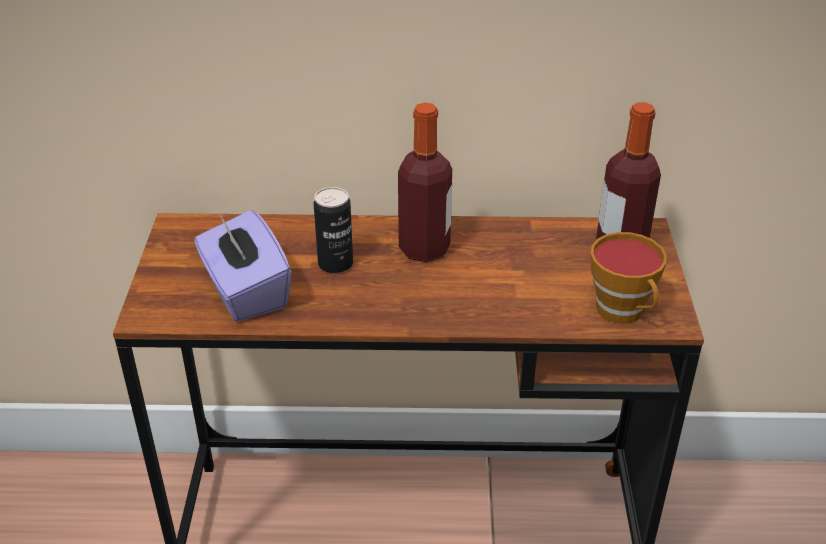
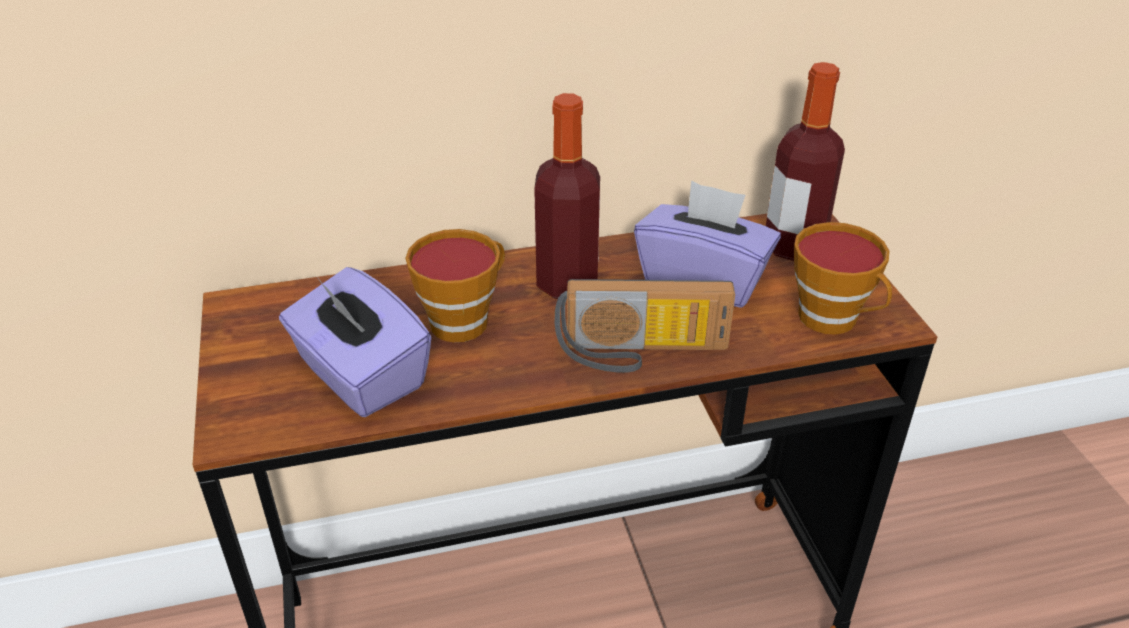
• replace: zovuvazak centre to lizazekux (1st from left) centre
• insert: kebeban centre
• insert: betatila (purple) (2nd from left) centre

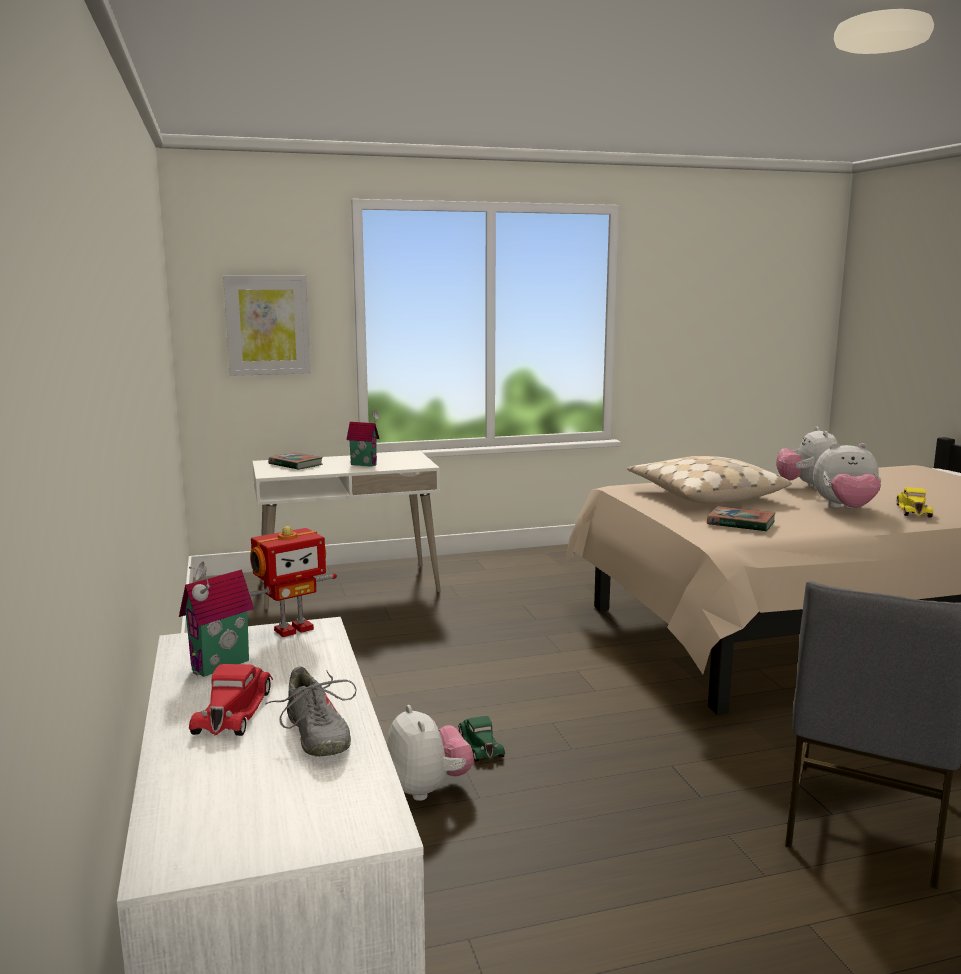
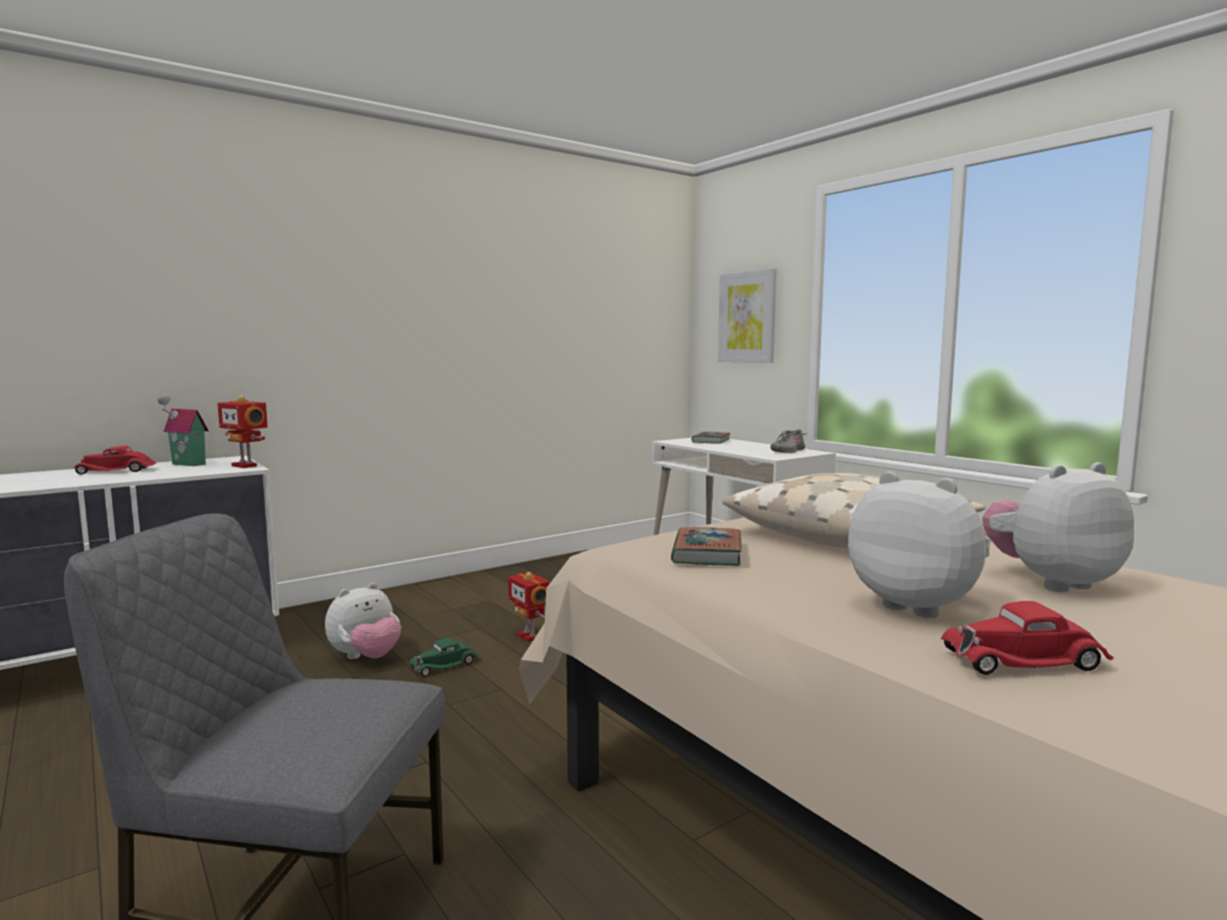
• move: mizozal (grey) bottom left to centre
• delete: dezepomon (2nd from left) centre
• rotate: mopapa (3rd from left in the first image) middle right = middle right 150 degrees clockwise
• recolor: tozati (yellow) middle right to tozati (red) (2nd from left) bottom right
• insert: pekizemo (2nd from left) centre

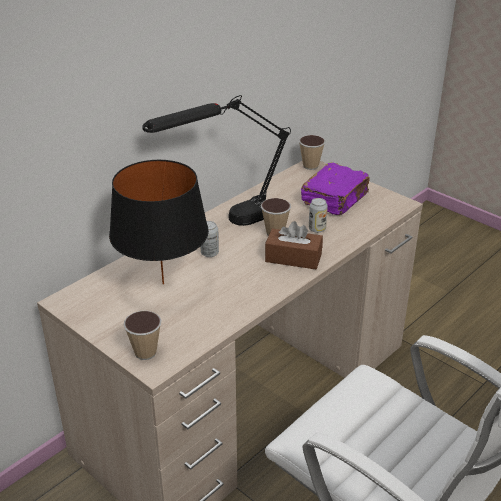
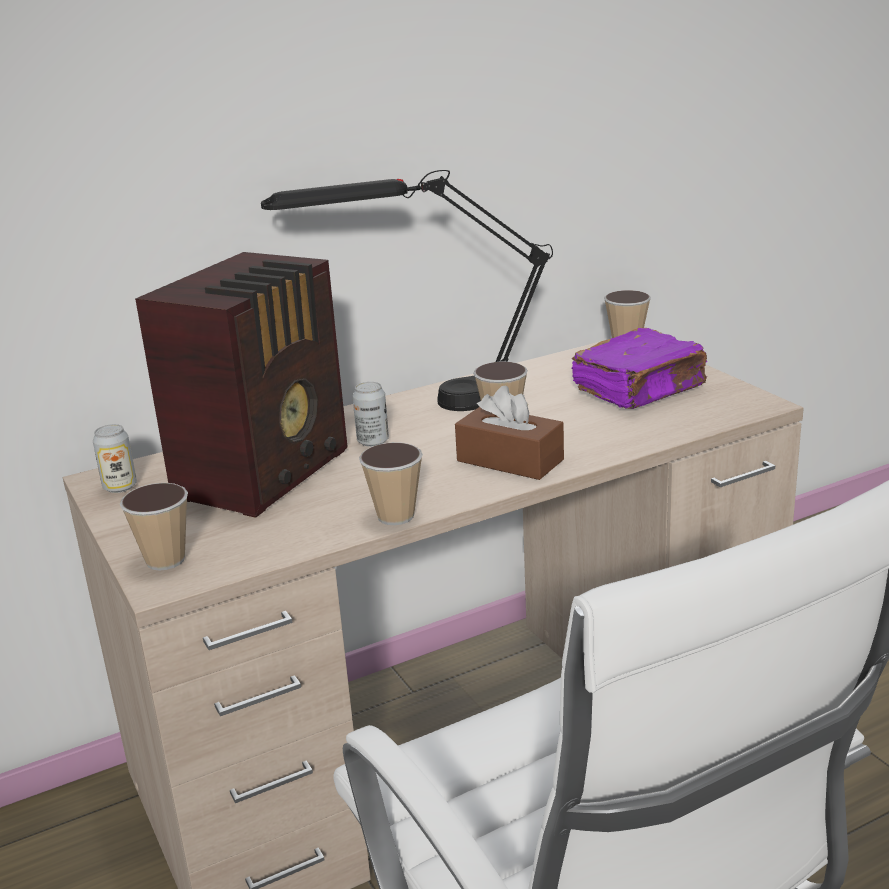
• replace: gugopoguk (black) (1st from left) middle left to kebeban middle left
• move: zovuvazak (2nd from left in the first image) centre to zovuvazak (1st from left) middle left
• insert: lizazekux (2nd from left) centre

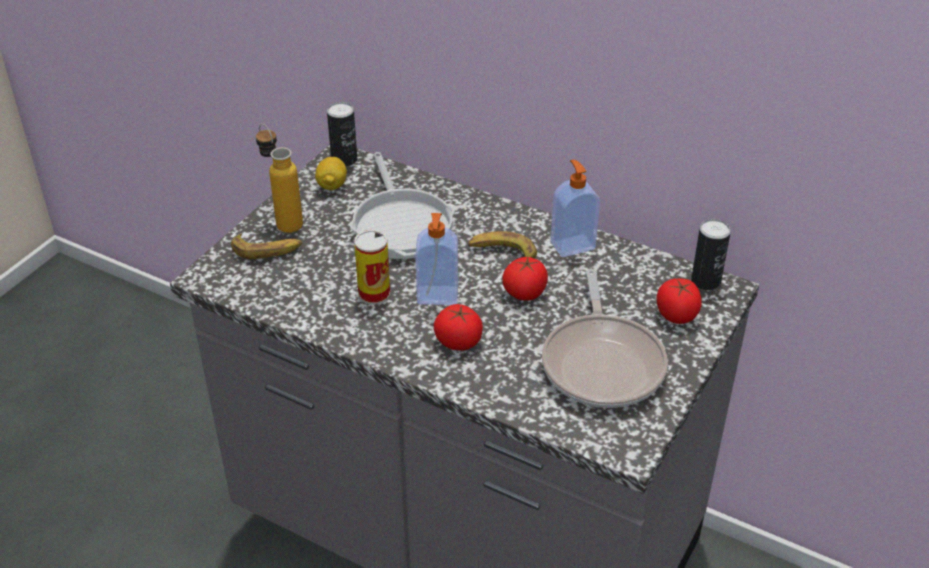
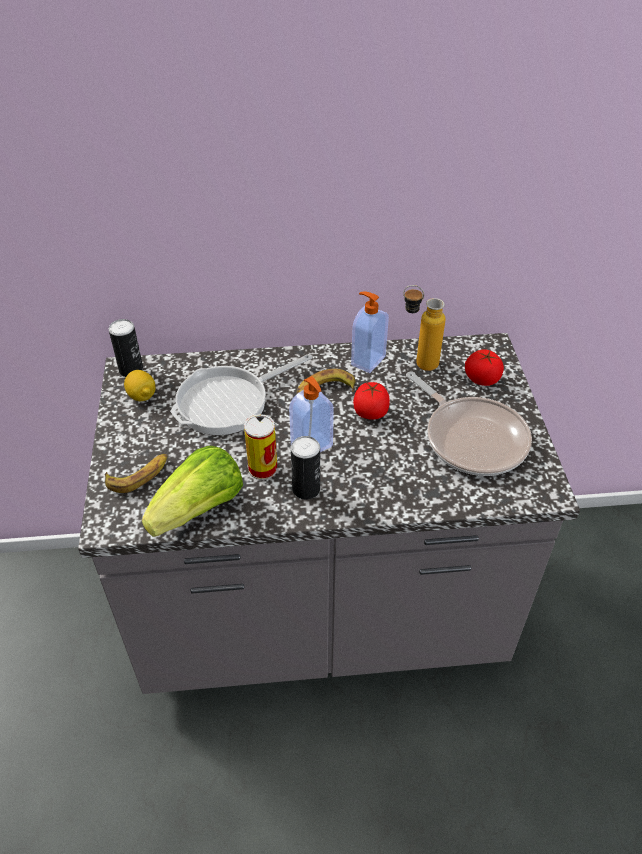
• move: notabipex top left to centre
• rotate: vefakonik (1st from left) centre = centre 105 degrees clockwise
• delete: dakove (1st from left) centre
• move: zovuvazak (3rd from left) middle right to centre
• insert: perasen middle left

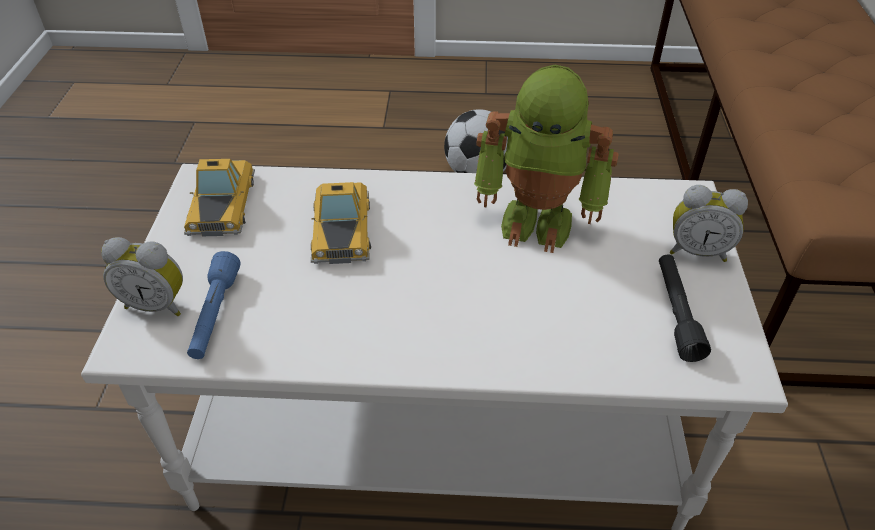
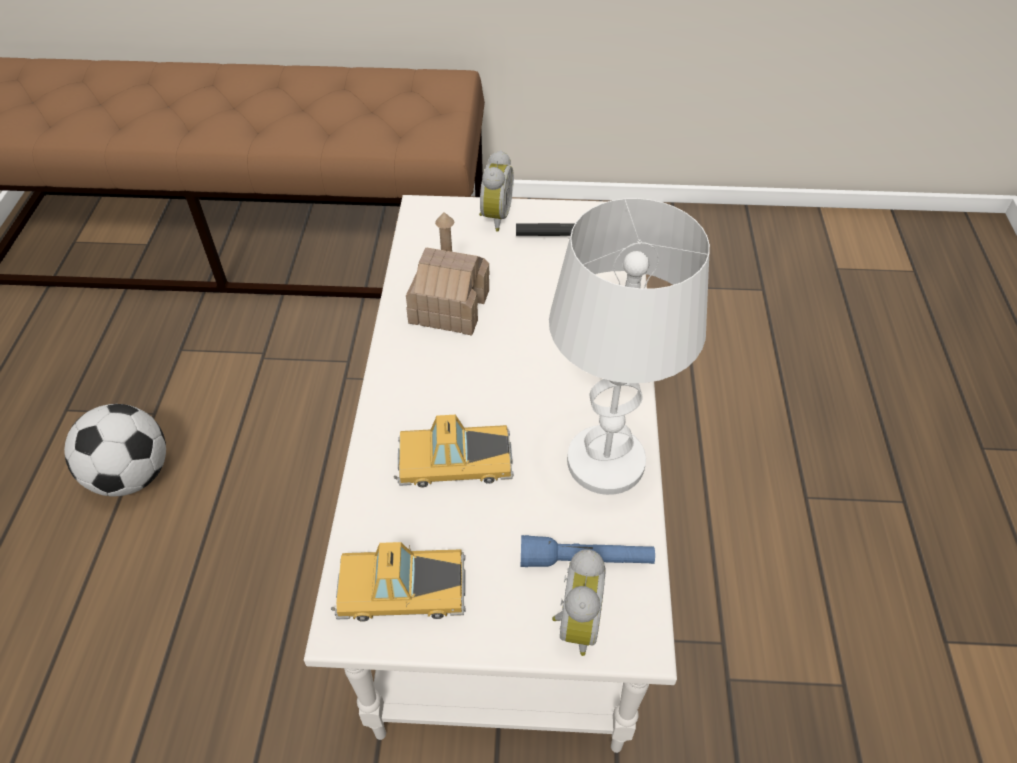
• replace: pekizemo top centre to dezepomon centre
• insert: gugopoguk (white) centre

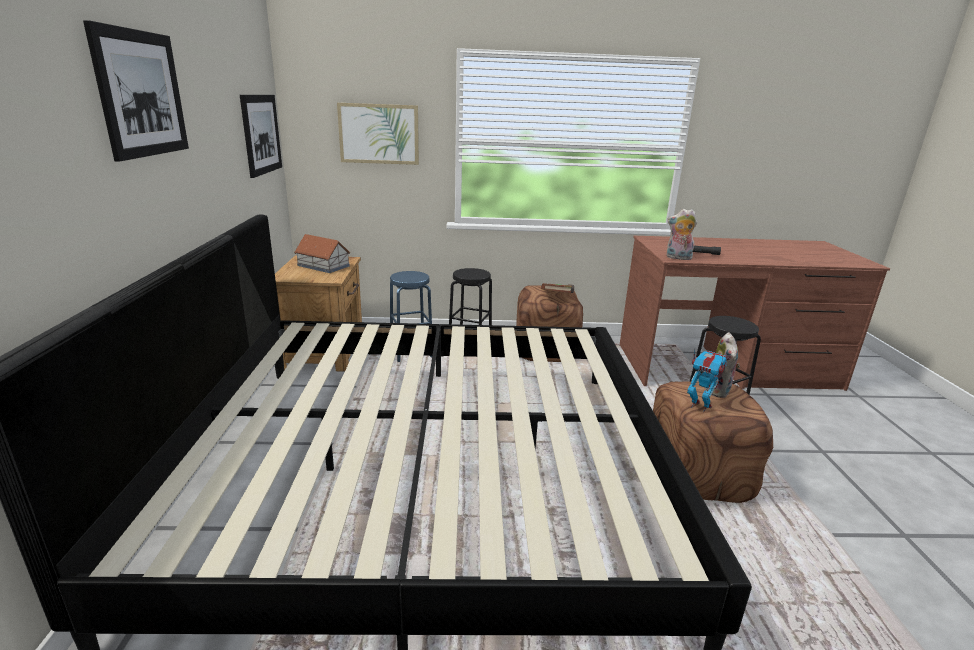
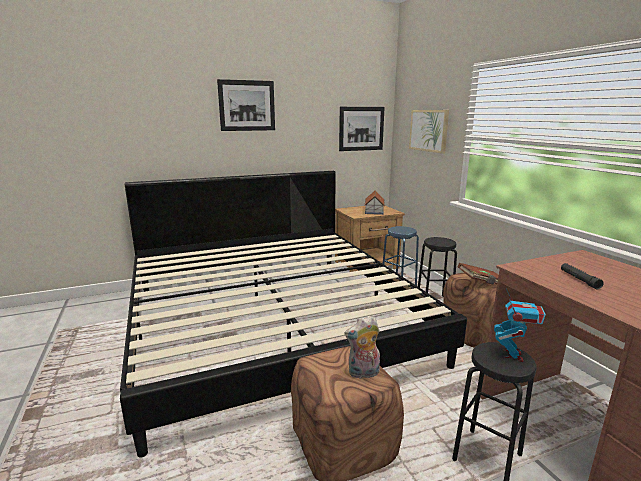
• delete: mopapa (1st from left) middle right
• move: pekizemo middle right to bottom right

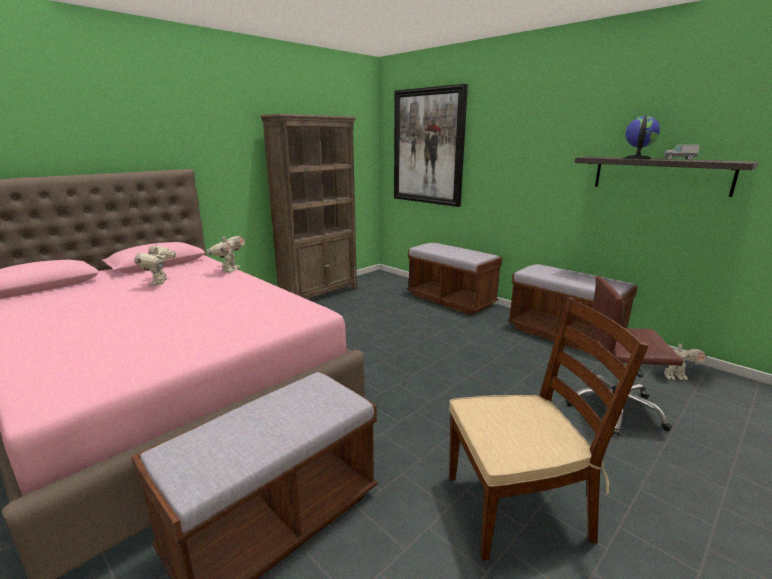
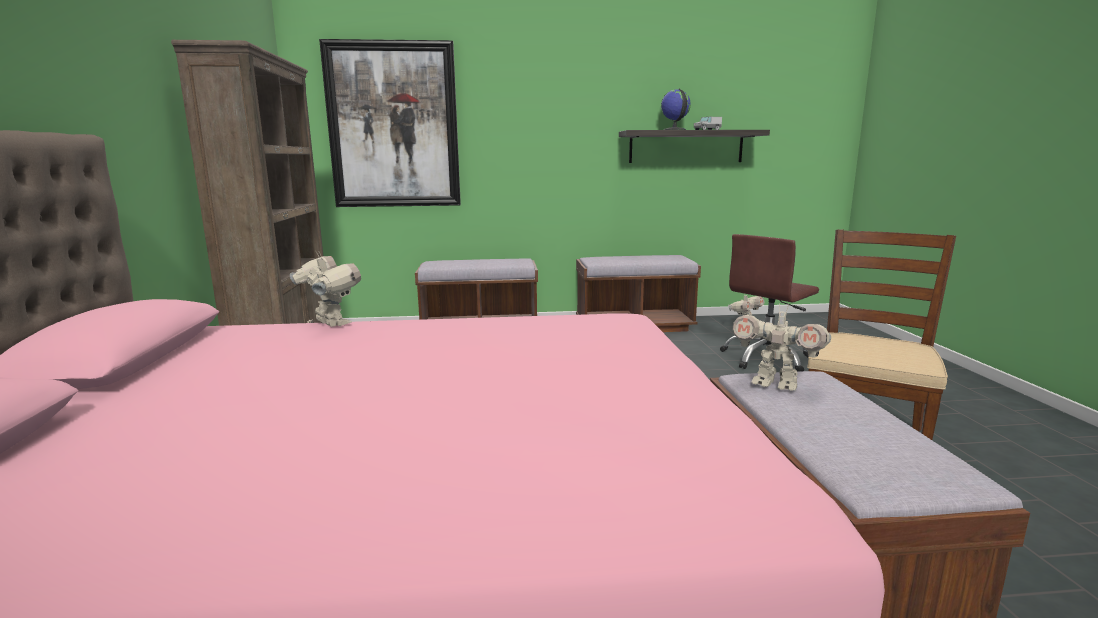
• move: pekizemo (1st from left in the first image) middle left to pekizemo (3rd from left) middle right

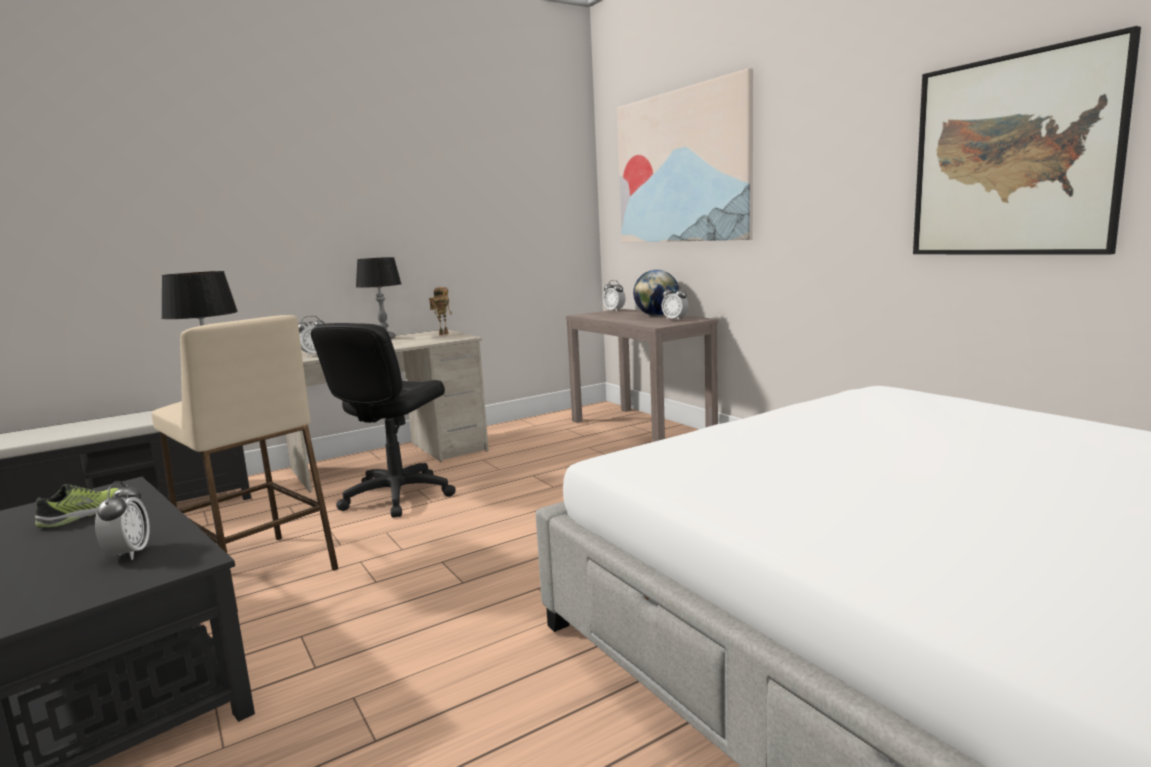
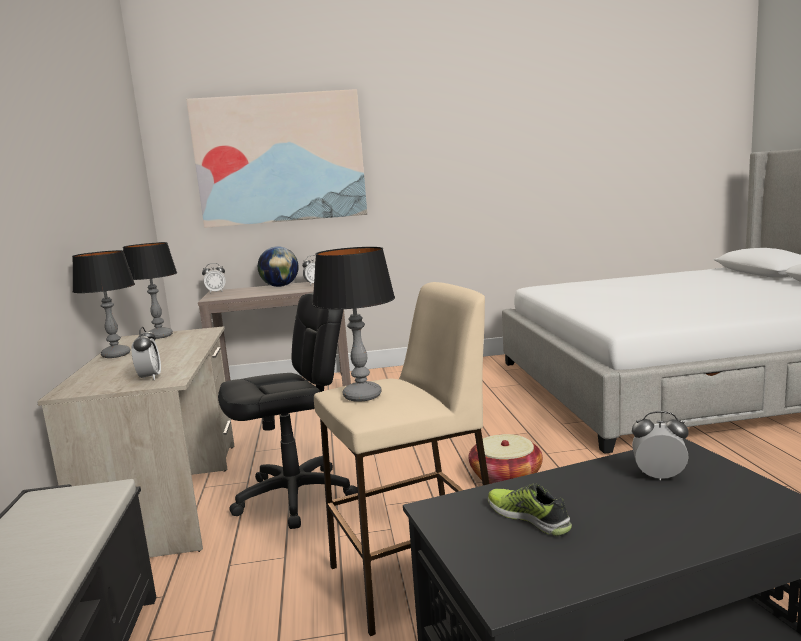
• rotate: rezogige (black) middle left = centre 75 degrees counterclockwise
• replace: pekizemo centre to gugopoguk (2nd from left) middle left
• delete: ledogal (2nd from left) top right
• insert: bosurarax bottom centre

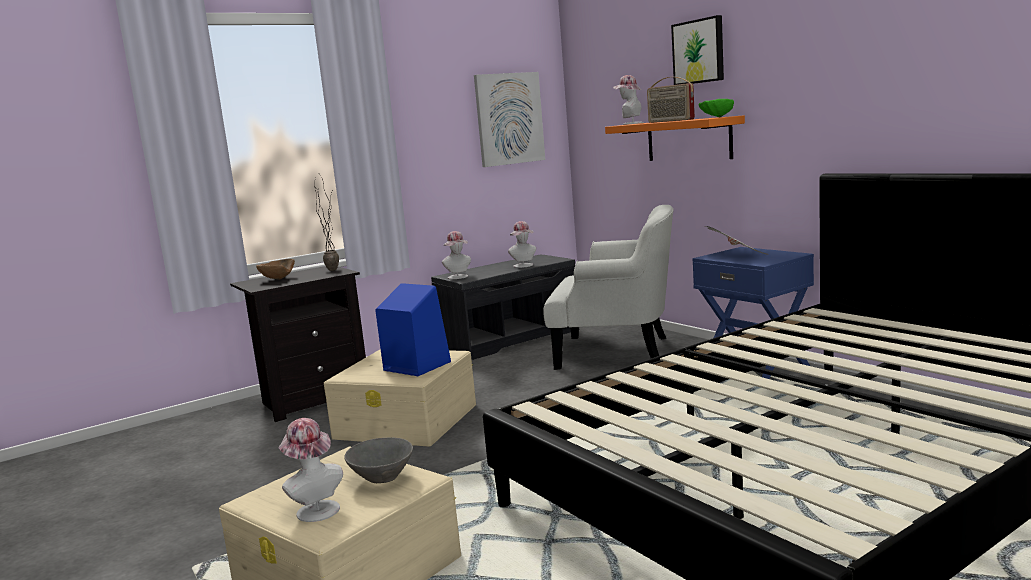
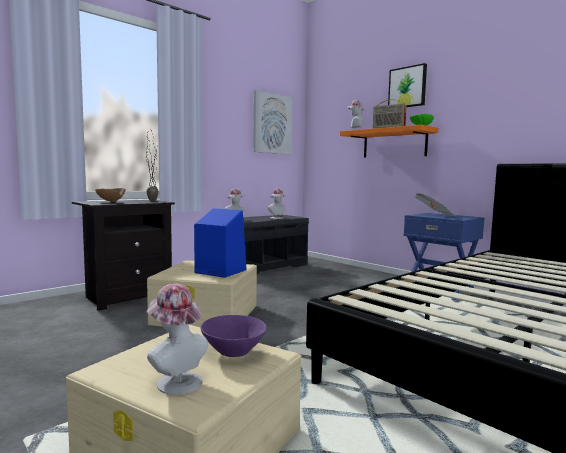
• recolor: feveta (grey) bottom centre to feveta (purple) bottom centre
• delete: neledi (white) centre

